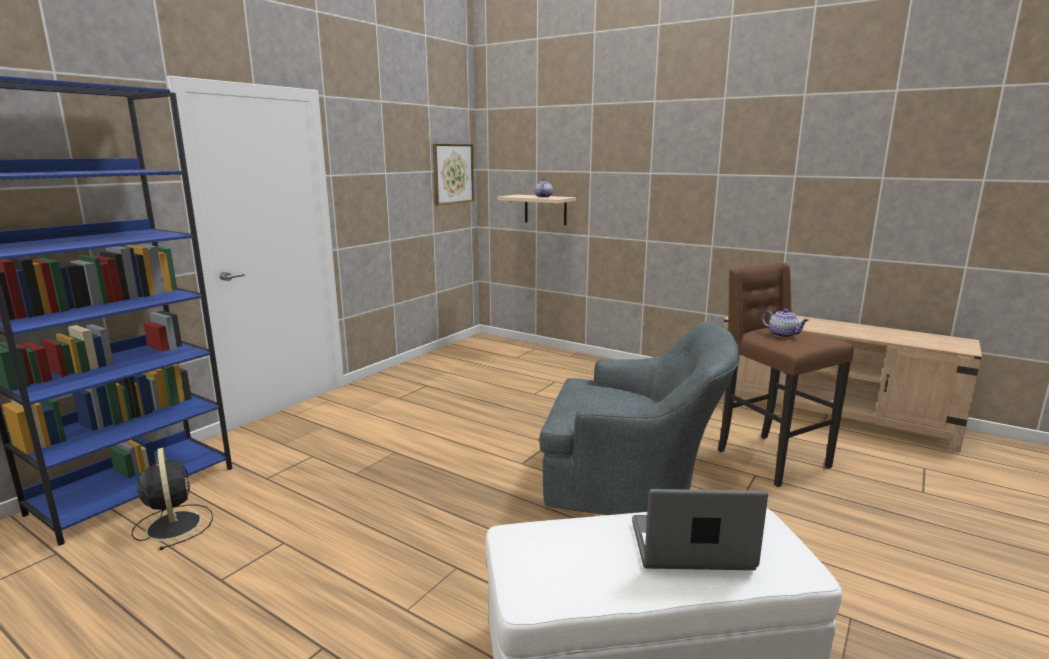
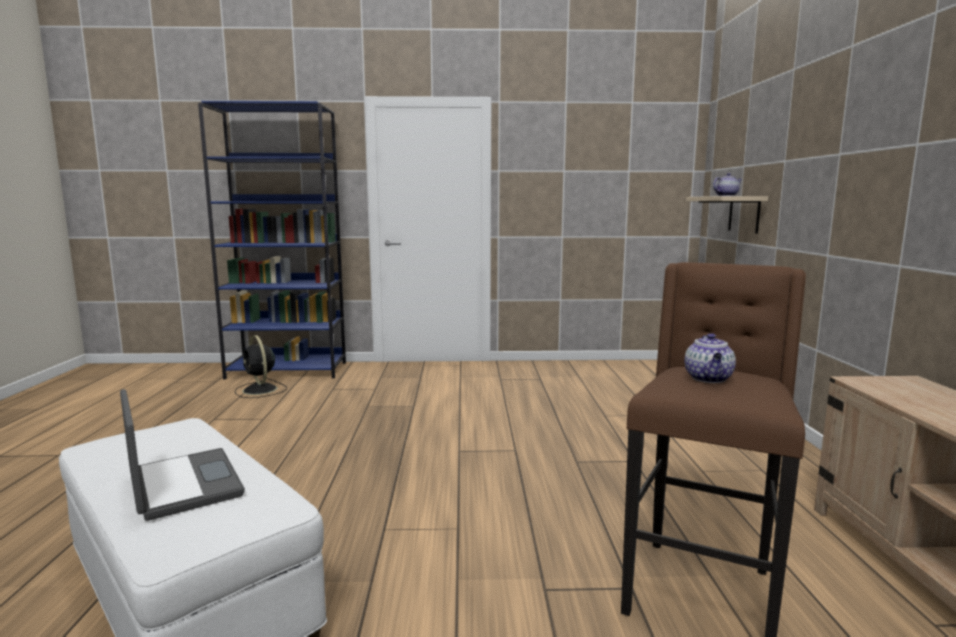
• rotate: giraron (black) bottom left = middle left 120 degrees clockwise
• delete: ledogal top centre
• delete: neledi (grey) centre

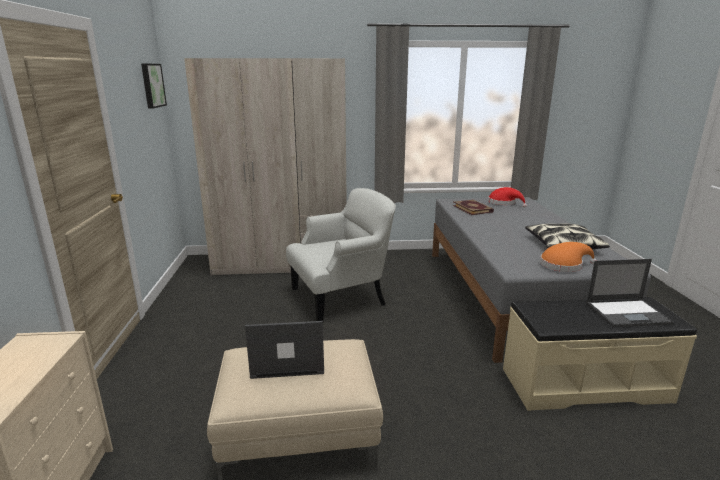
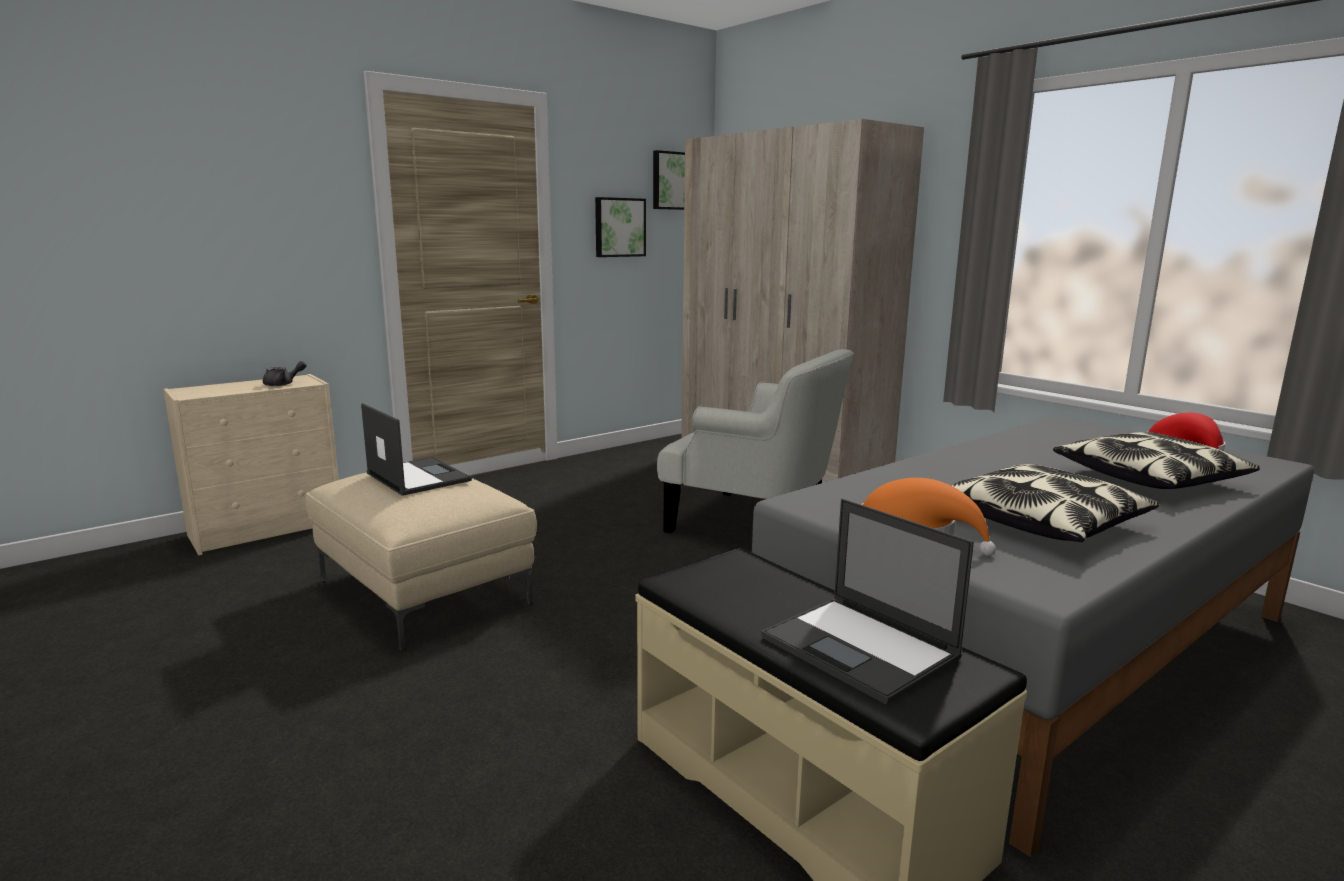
• delete: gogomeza centre
• insert: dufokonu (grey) middle left
• insert: ledogal (1st from left) top centre
• insert: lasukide (2nd from left) middle right

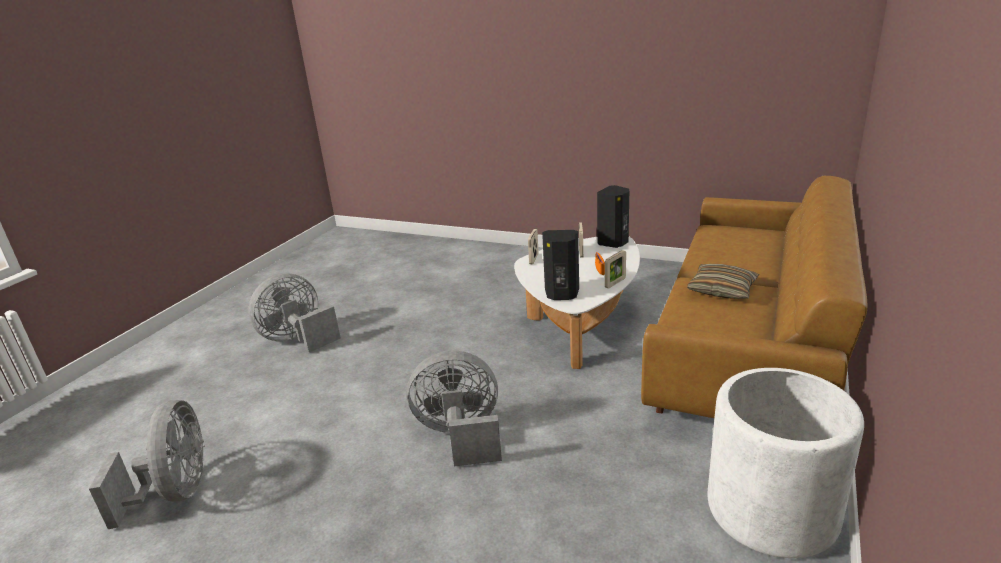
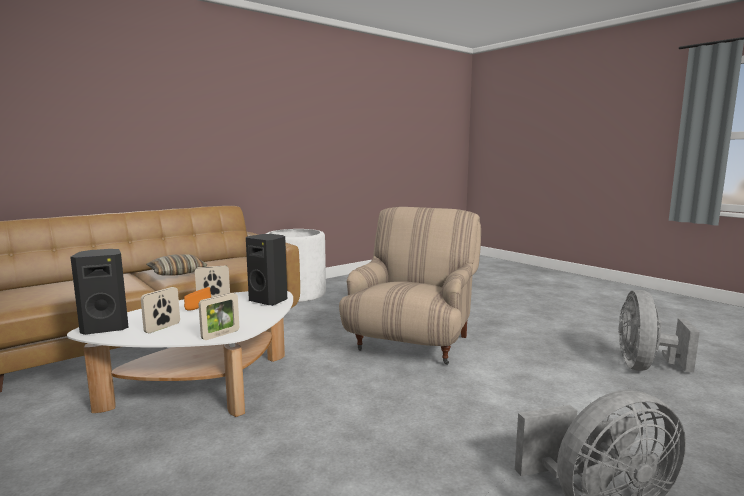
• replace: giraron (grey) (3rd from left) bottom centre to neledi (beige) centre

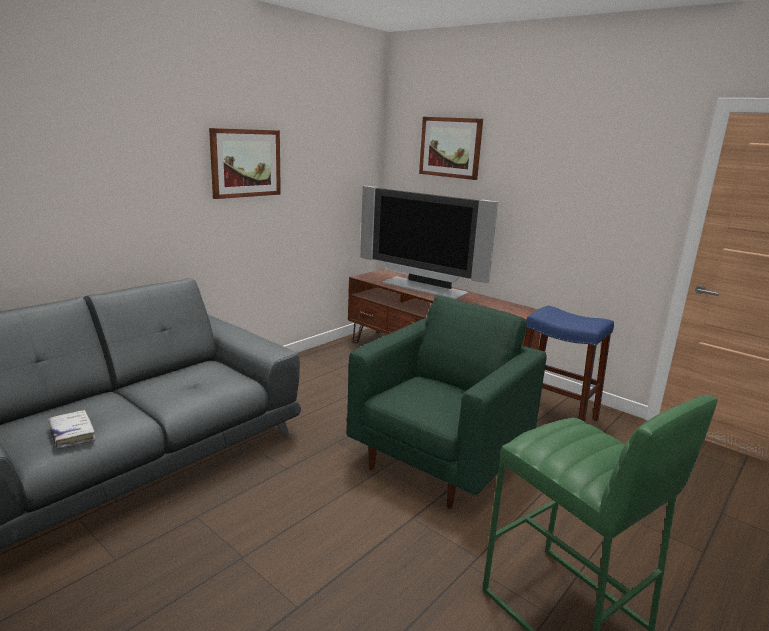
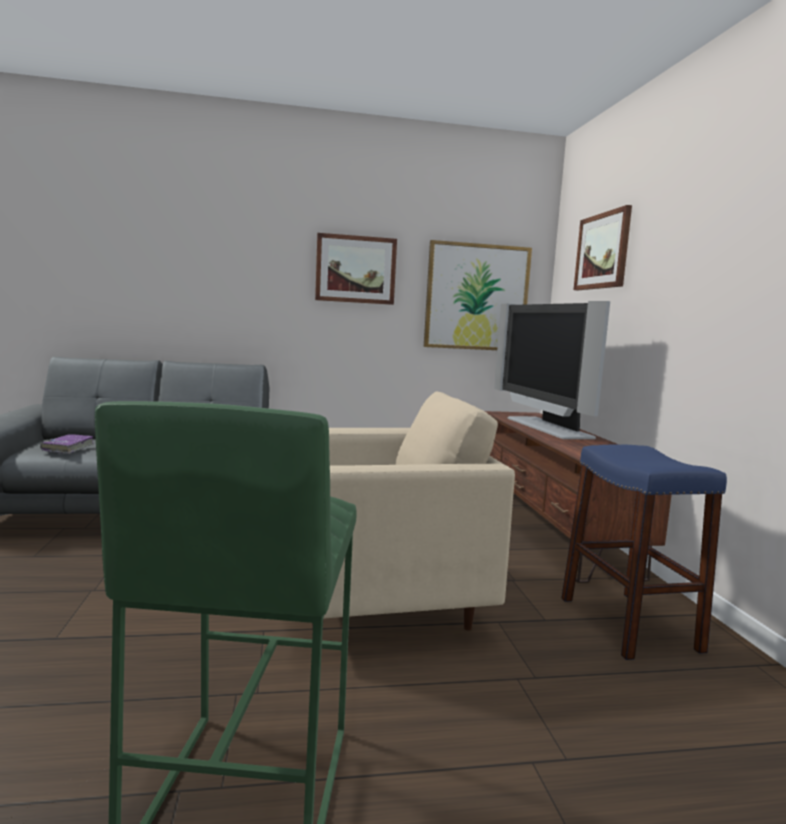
• recolor: gogomeza (white) bottom left to gogomeza (purple) middle left
• recolor: neledi (green) centre to neledi (beige) centre
• insert: ledogal (2nd from left) centre

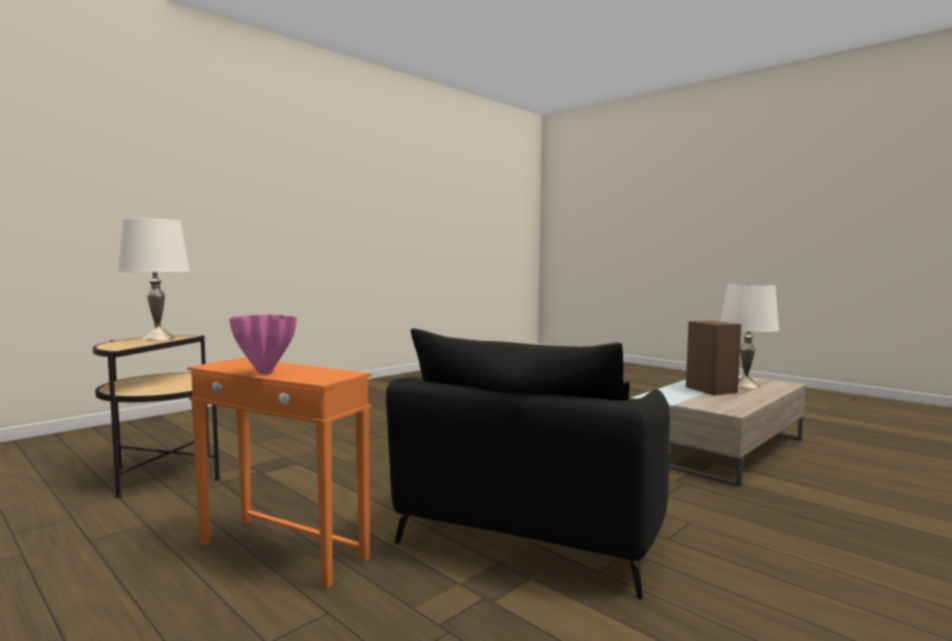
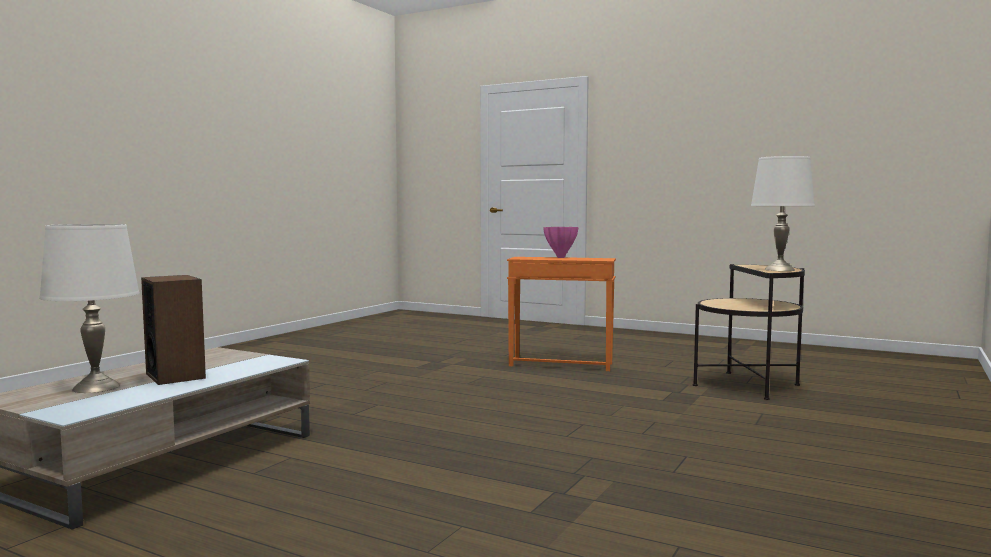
• delete: neledi (black) bottom centre

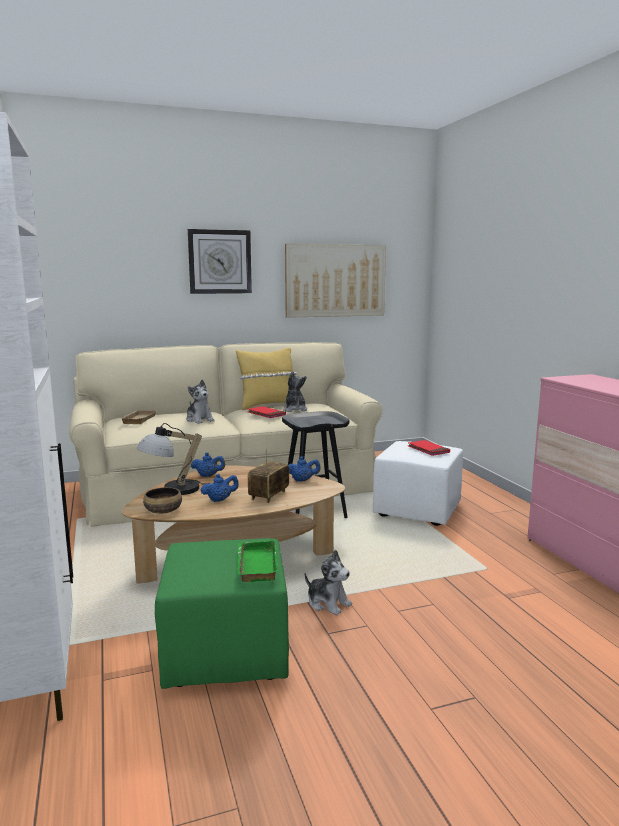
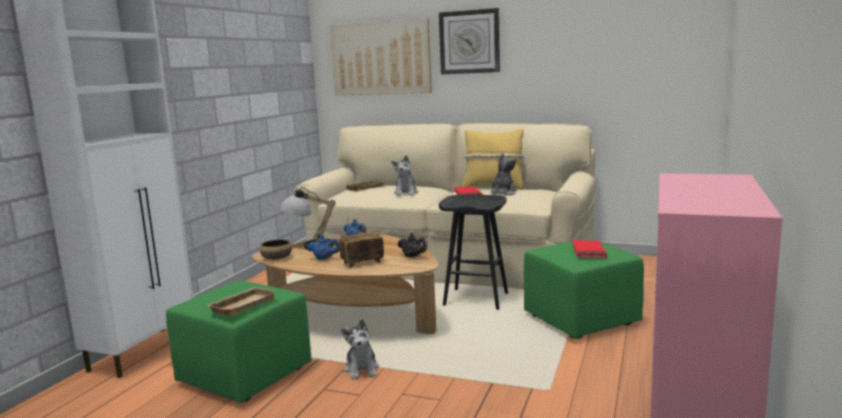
• recolor: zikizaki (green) bottom centre to zikizaki (beige) (1st from left) bottom left
• move: ledogal centre to top centre
• recolor: dufokonu (blue) (3rd from left) centre to dufokonu (black) centre
• recolor: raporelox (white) middle right to raporelox (green) (2nd from left) bottom right

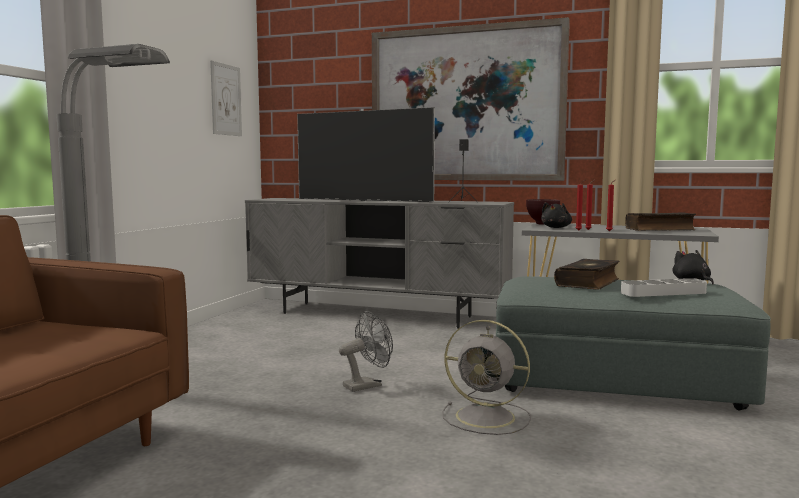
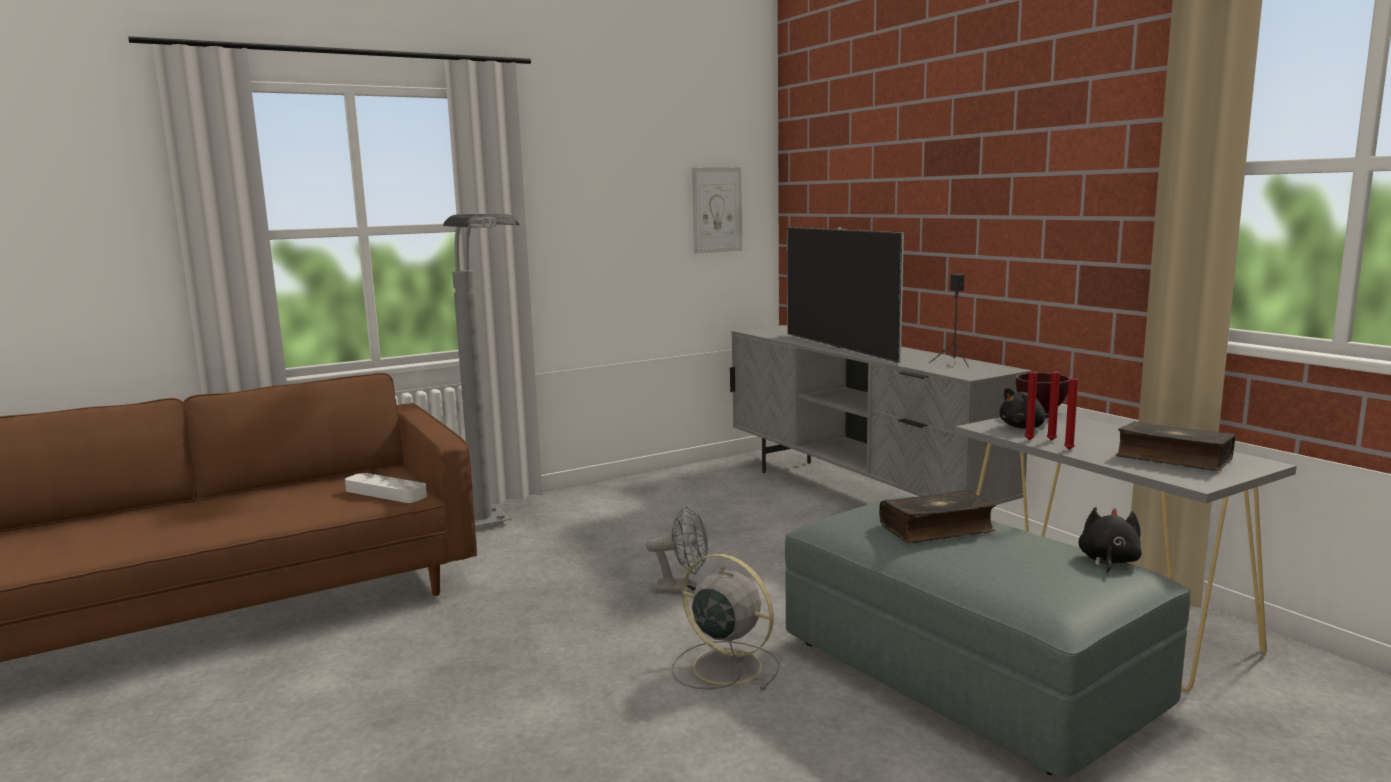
• delete: ledogal (2nd from left) top centre
• rotate: giraron (grey) (2nd from left) bottom centre = bottom centre 150 degrees clockwise
• move: zikizaki (grey) middle right to middle left

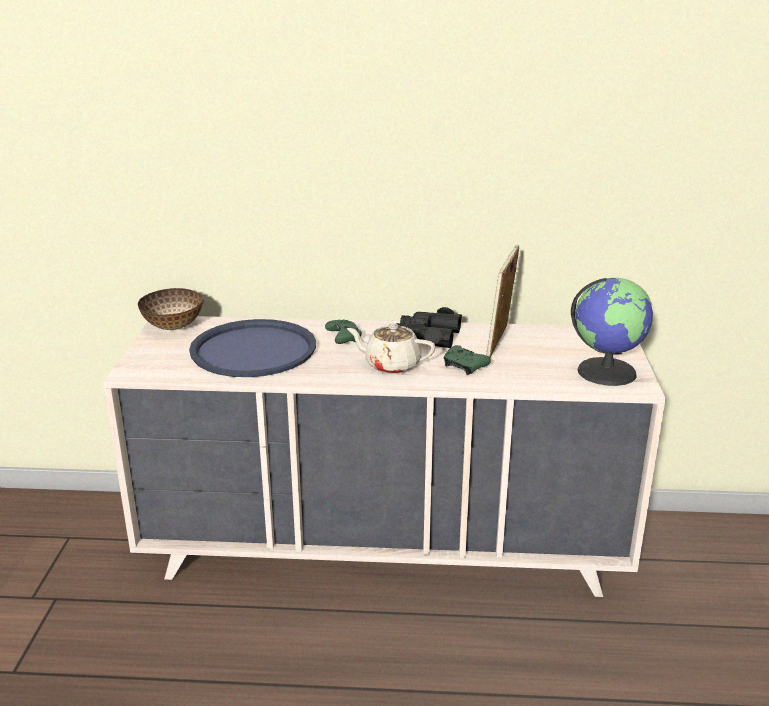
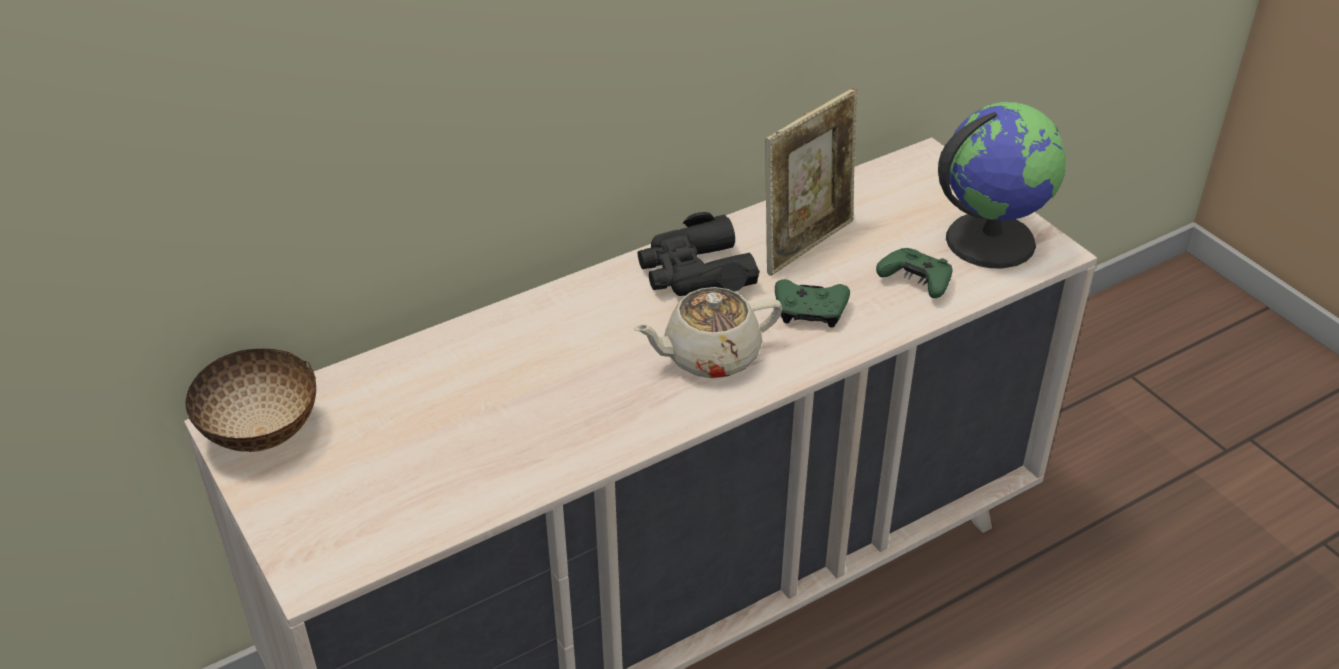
• delete: zikizaki (blue) middle left
• move: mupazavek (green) (1st from left in the first image) centre to mupazavek (green) (2nd from left) middle right
• rotate: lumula centre = top centre 120 degrees counterclockwise

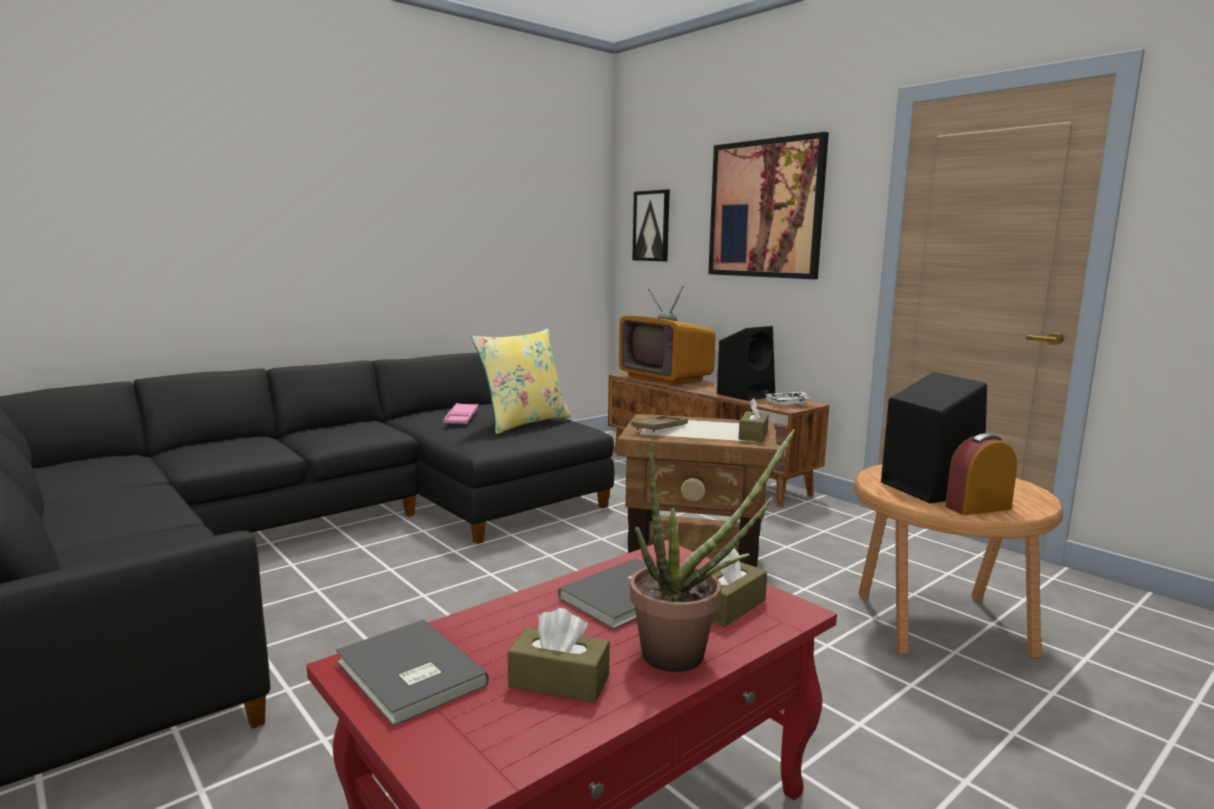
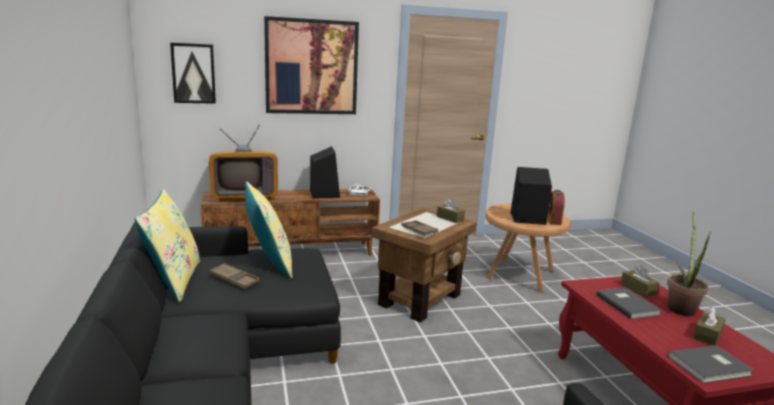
• recolor: zikizaki (pink) centre to zikizaki (brown) (1st from left) bottom left
• insert: lasukide (yellow) (1st from left) middle left

